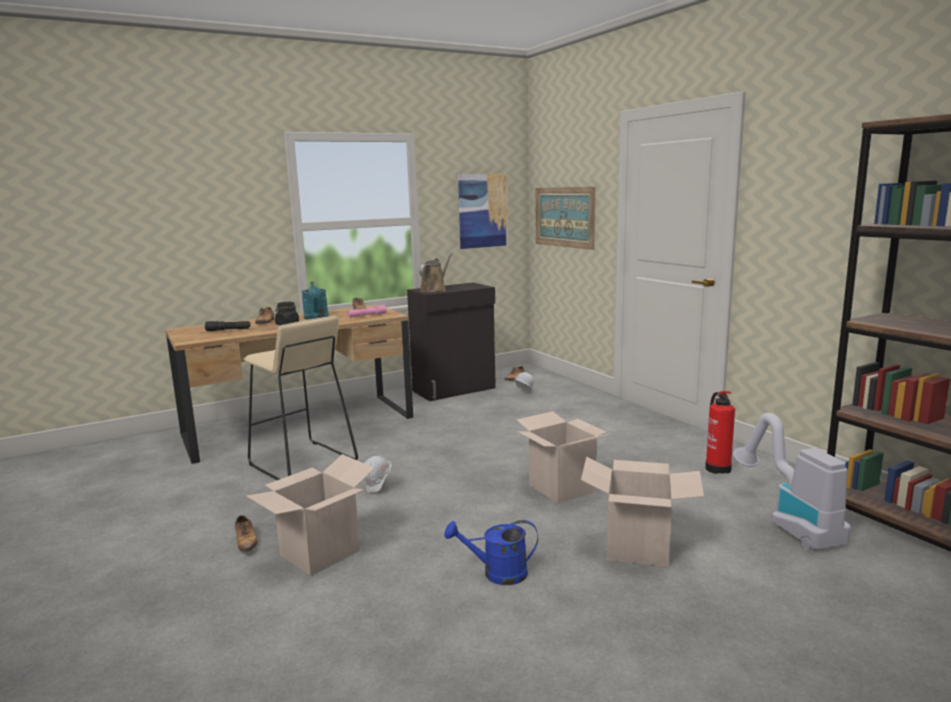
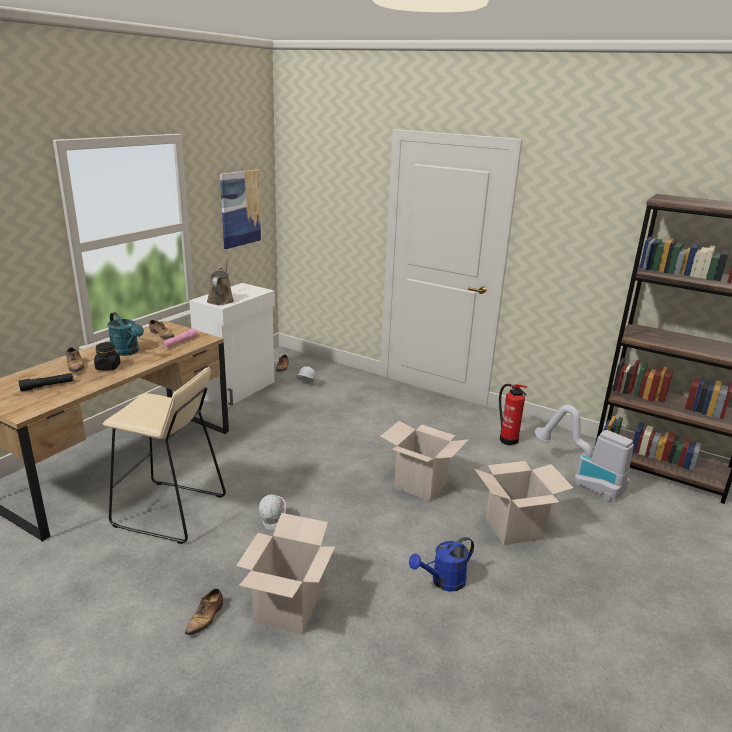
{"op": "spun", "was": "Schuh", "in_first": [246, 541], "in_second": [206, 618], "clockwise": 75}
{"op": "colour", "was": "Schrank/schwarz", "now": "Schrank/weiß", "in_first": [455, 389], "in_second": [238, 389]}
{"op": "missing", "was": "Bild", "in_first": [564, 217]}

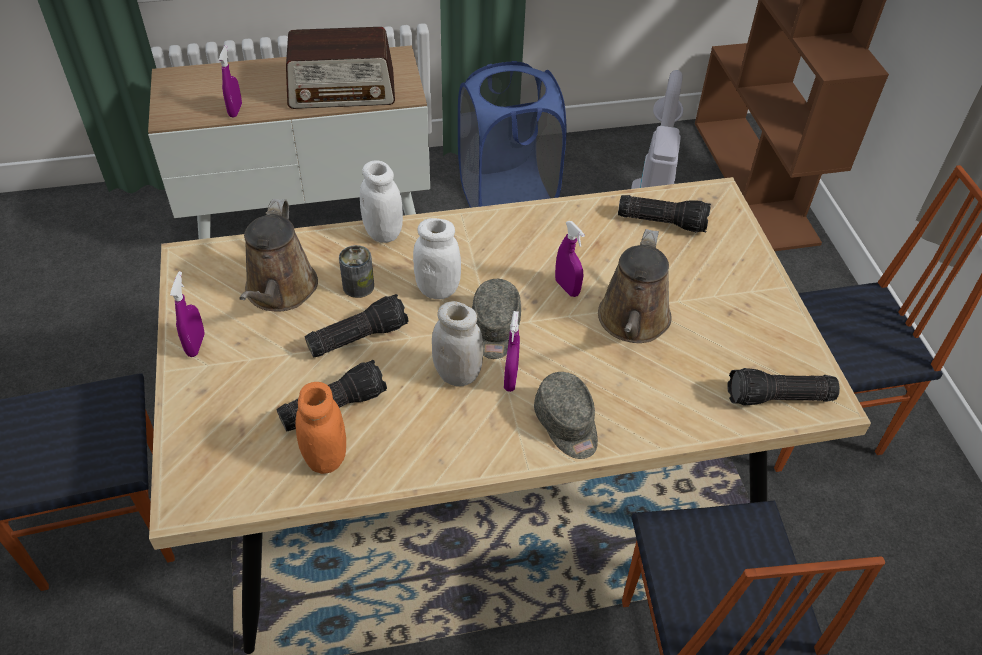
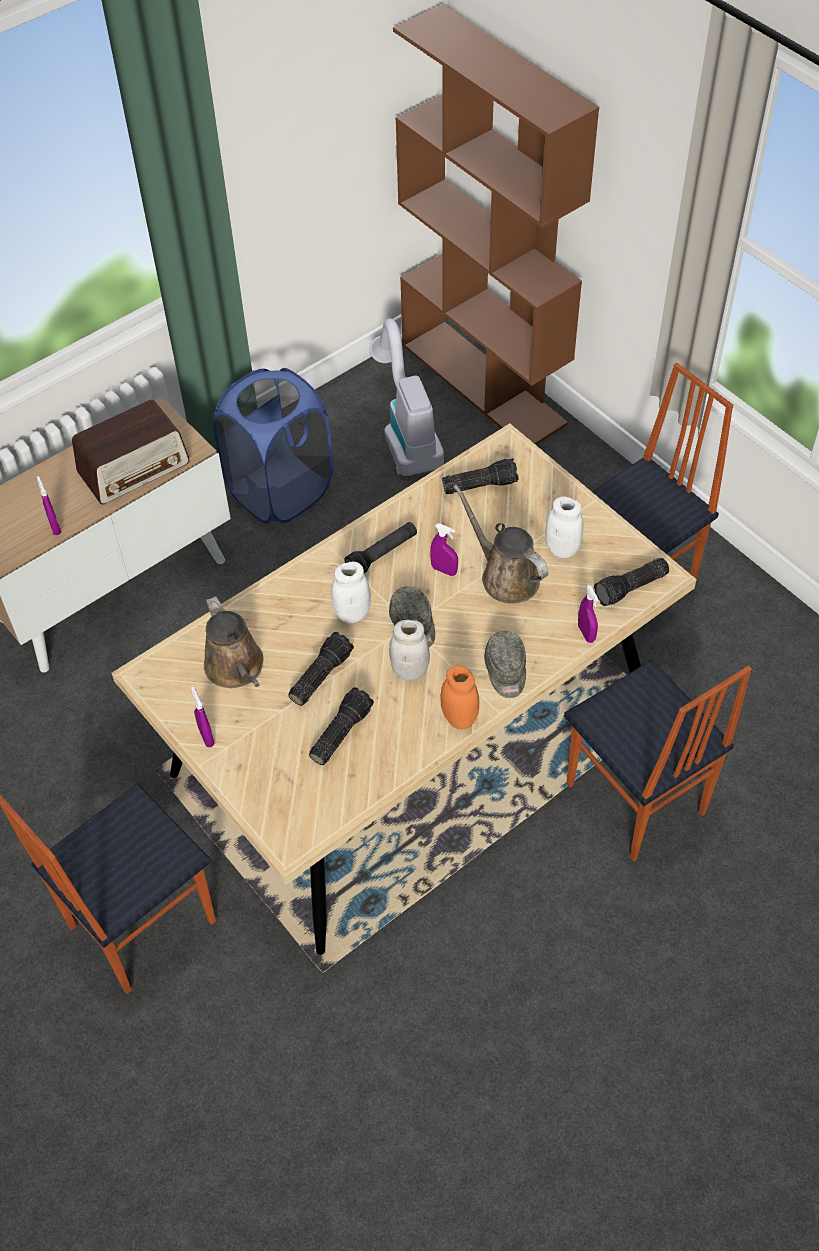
{"op": "relocated", "was": "Vorratsglas/orange", "in_first": [325, 457], "in_second": [459, 718]}
{"op": "missing", "was": "Dose", "in_first": [358, 286]}
{"op": "relocated", "was": "Vorratsglas/weiß", "in_first": [383, 233], "in_second": [562, 549]}
{"op": "relocated", "was": "Sprühflasche/lila", "in_first": [510, 379], "in_second": [586, 633]}
{"op": "spun", "was": "Kappe/grau", "in_first": [567, 425], "in_second": [506, 671], "clockwise": 45}
{"op": "spun", "was": "Gießkanne/braun", "in_first": [633, 322], "in_second": [505, 576], "clockwise": 150}
{"op": "appeared", "now": "Taschenlampe/schwarz", "in_second": [382, 554]}

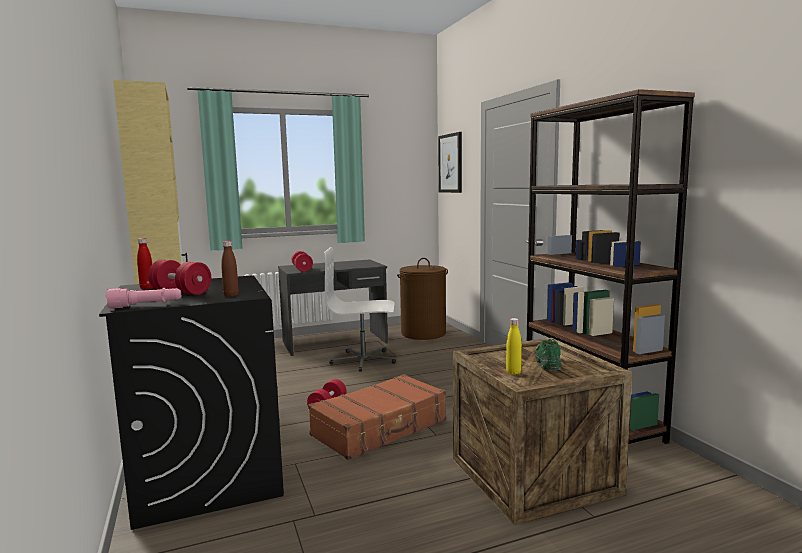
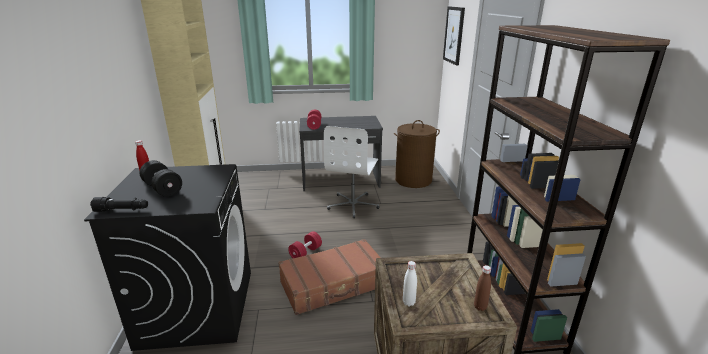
{"op": "colour", "was": "Taschenlampe/rosa", "now": "Taschenlampe/schwarz", "in_first": [146, 305], "in_second": [122, 210]}
{"op": "colour", "was": "Hantel/rot", "now": "Hantel/schwarz", "in_first": [181, 292], "in_second": [163, 189]}
{"op": "relocated", "was": "Flasche/braun", "in_first": [231, 295], "in_second": [480, 307]}
{"op": "spun", "was": "Bürostuhl/weiß", "in_first": [363, 360], "in_second": [353, 205], "clockwise": -90}
{"op": "colour", "was": "Flasche/gelb", "now": "Flasche/weiß", "in_first": [513, 372], "in_second": [408, 302]}
{"op": "missing", "was": "Schuh/grün", "in_first": [548, 363]}

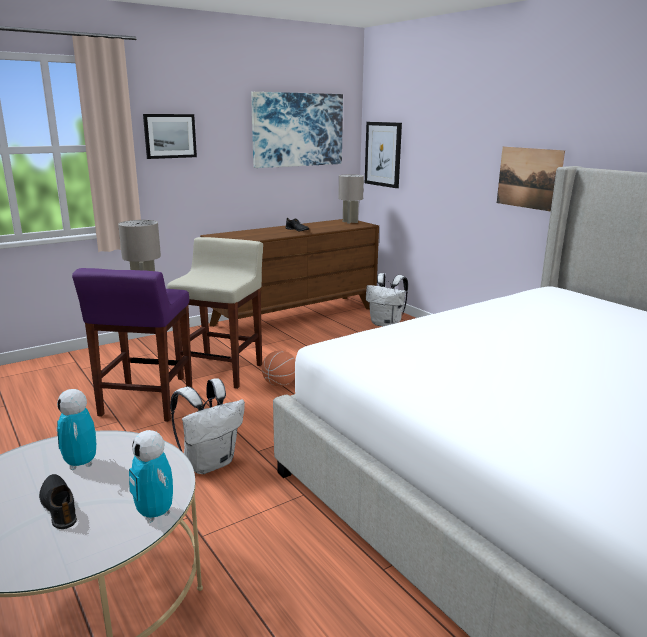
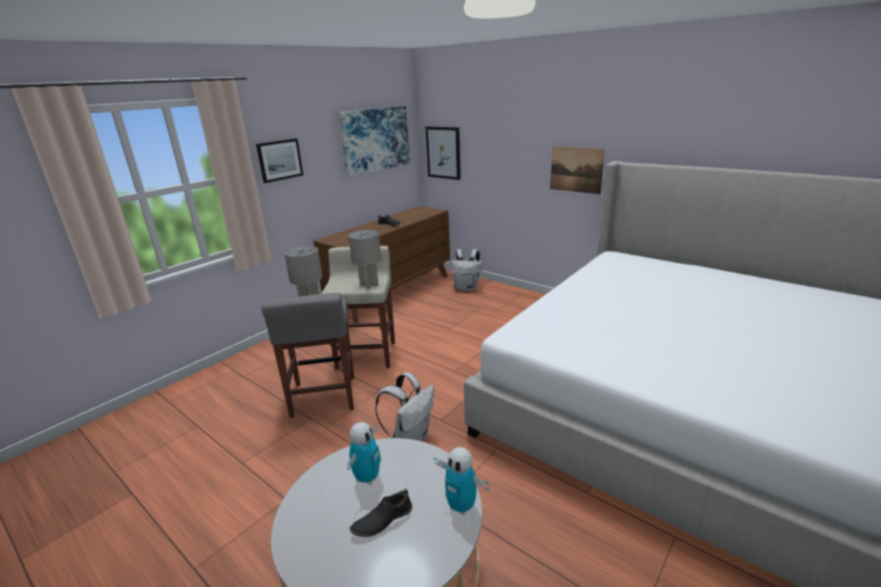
{"op": "spun", "was": "Schuh/schwarz", "in_first": [59, 505], "in_second": [382, 520], "clockwise": -75}
{"op": "spun", "was": "Spielzeugroboter", "in_first": [81, 463], "in_second": [367, 478], "clockwise": -120}
{"op": "colour", "was": "Hocker/lila", "now": "Hocker/grau", "in_first": [146, 404], "in_second": [323, 397]}
{"op": "missing", "was": "Basketball", "in_first": [280, 384]}
{"op": "relocated", "was": "Tischlampe/grau", "in_first": [350, 222], "in_second": [369, 285]}

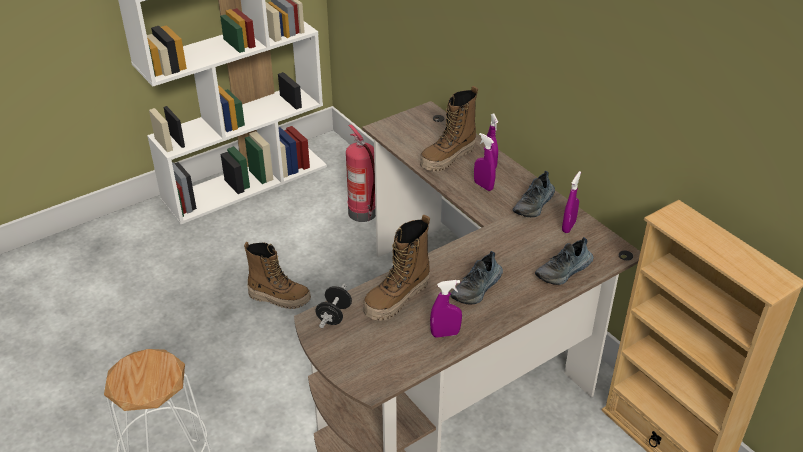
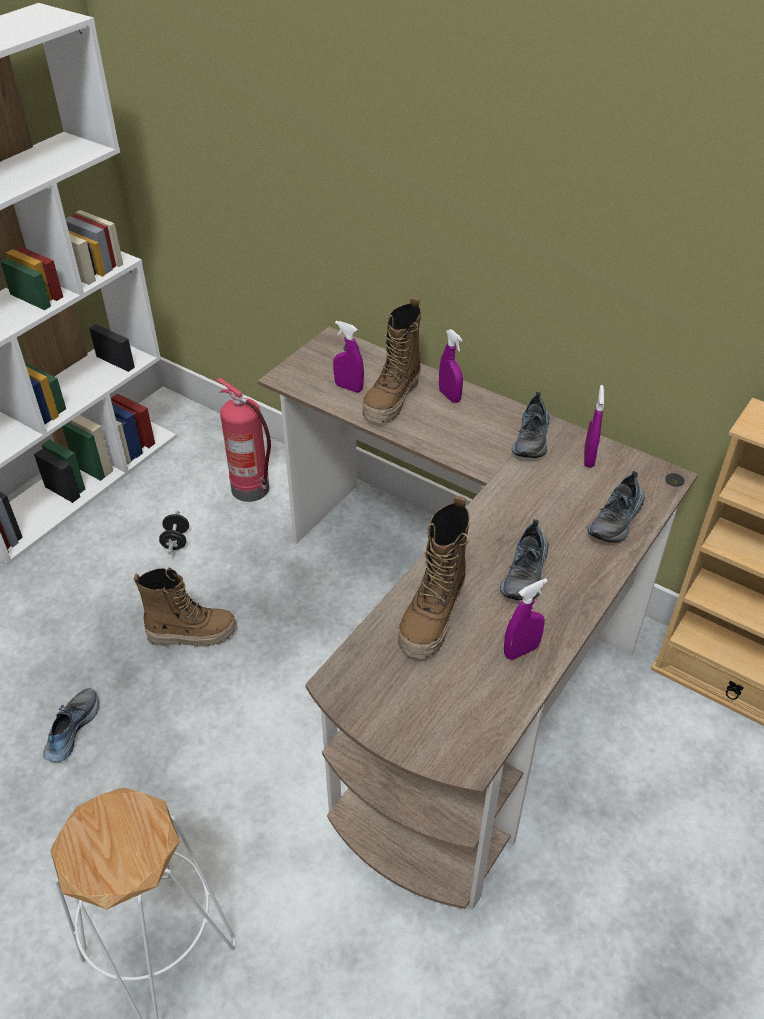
{"op": "relocated", "was": "Hantel/schwarz", "in_first": [334, 315], "in_second": [176, 541]}
{"op": "relocated", "was": "Sprühflasche/lila", "in_first": [483, 186], "in_second": [349, 388]}
{"op": "appeared", "now": "Schuh", "in_second": [71, 729]}

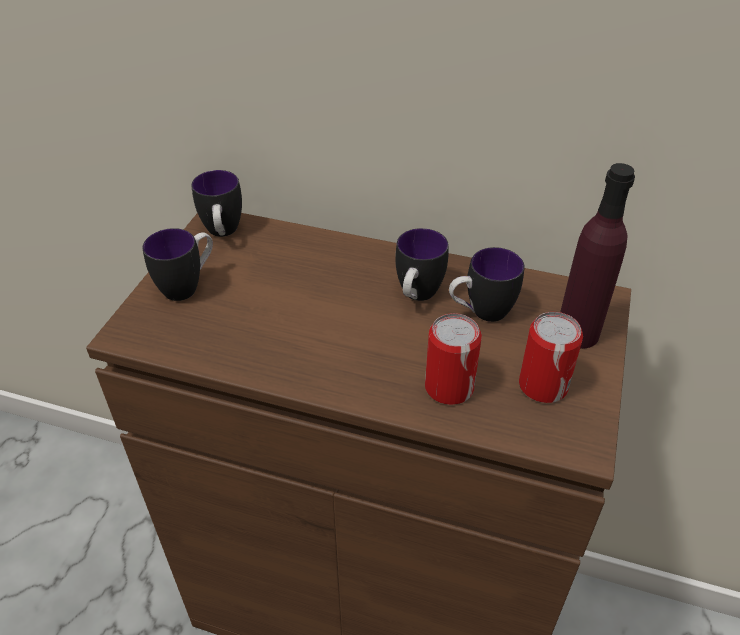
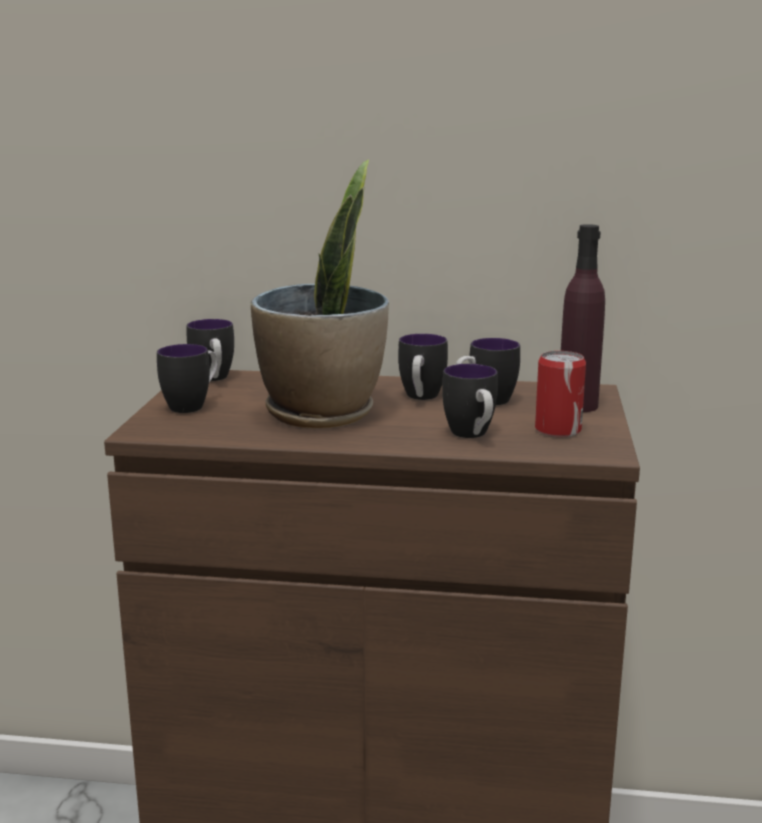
{"op": "exchanged", "was": "Dose", "now": "Henkelbecher", "in_first": [449, 387], "in_second": [472, 436]}
{"op": "appeared", "now": "Topfpflanze", "in_second": [322, 413]}

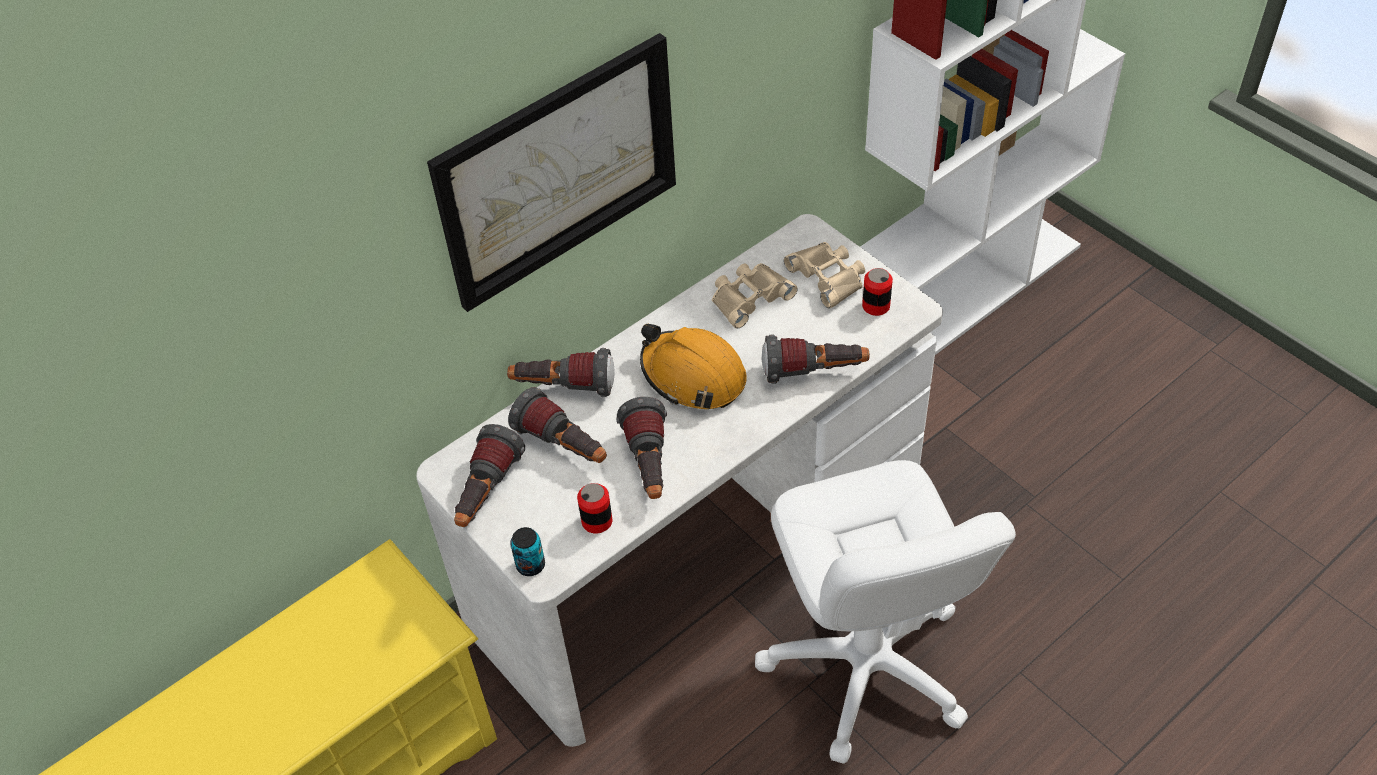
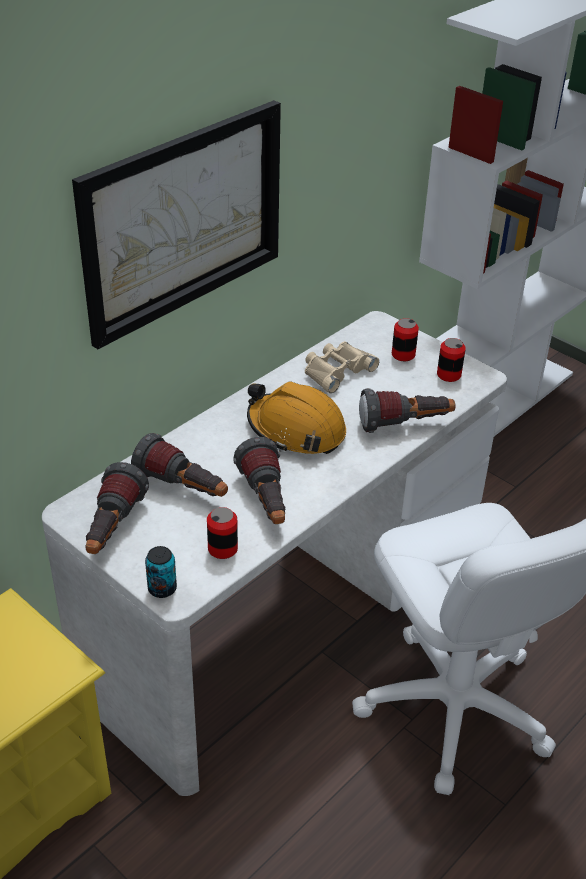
{"op": "missing", "was": "Taschenlampe", "in_first": [563, 388]}
{"op": "exchanged", "was": "Fernglas/beige", "now": "Dose", "in_first": [828, 277], "in_second": [403, 355]}

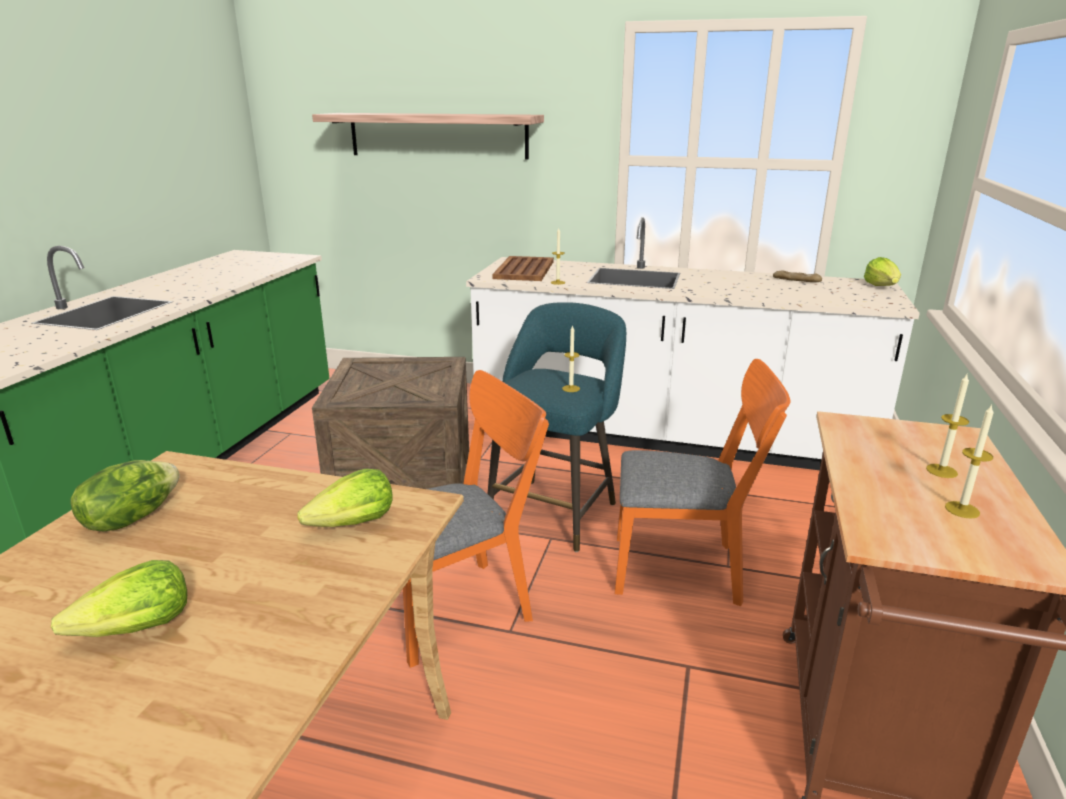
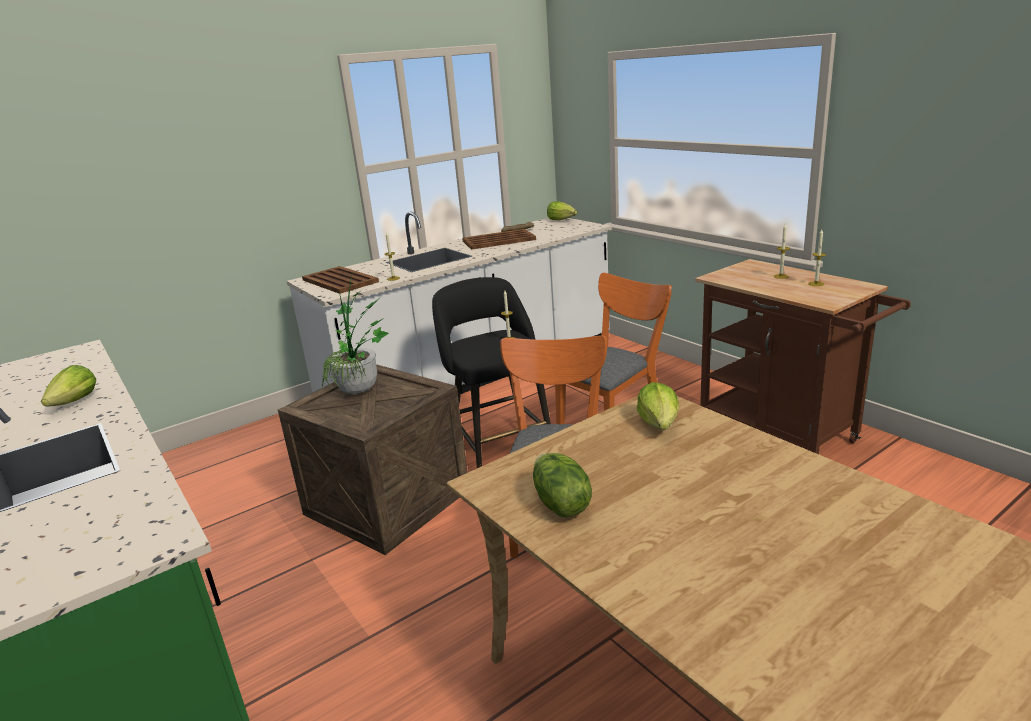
{"op": "relocated", "was": "Salatkopf", "in_first": [136, 629], "in_second": [75, 402]}
{"op": "missing", "was": "Wandregal", "in_first": [437, 135]}
{"op": "colour", "was": "Hocker/türkis", "now": "Hocker/schwarz", "in_first": [555, 510], "in_second": [499, 446]}
{"op": "appeared", "now": "Topfpflanze", "in_second": [361, 393]}
{"op": "appeared", "now": "Tablett/braun", "in_second": [499, 240]}

